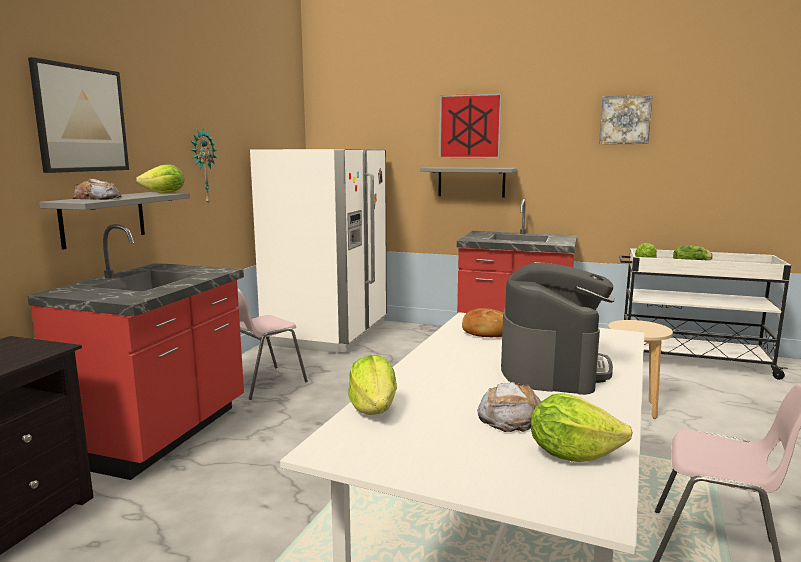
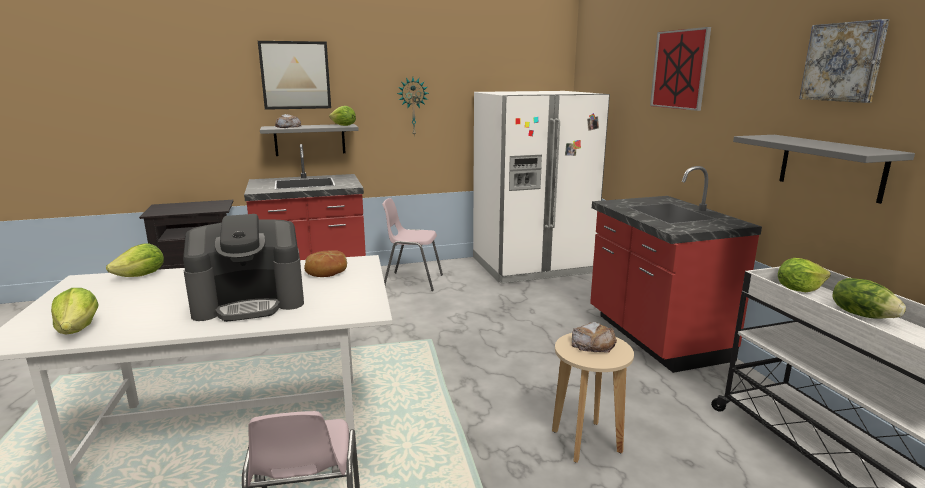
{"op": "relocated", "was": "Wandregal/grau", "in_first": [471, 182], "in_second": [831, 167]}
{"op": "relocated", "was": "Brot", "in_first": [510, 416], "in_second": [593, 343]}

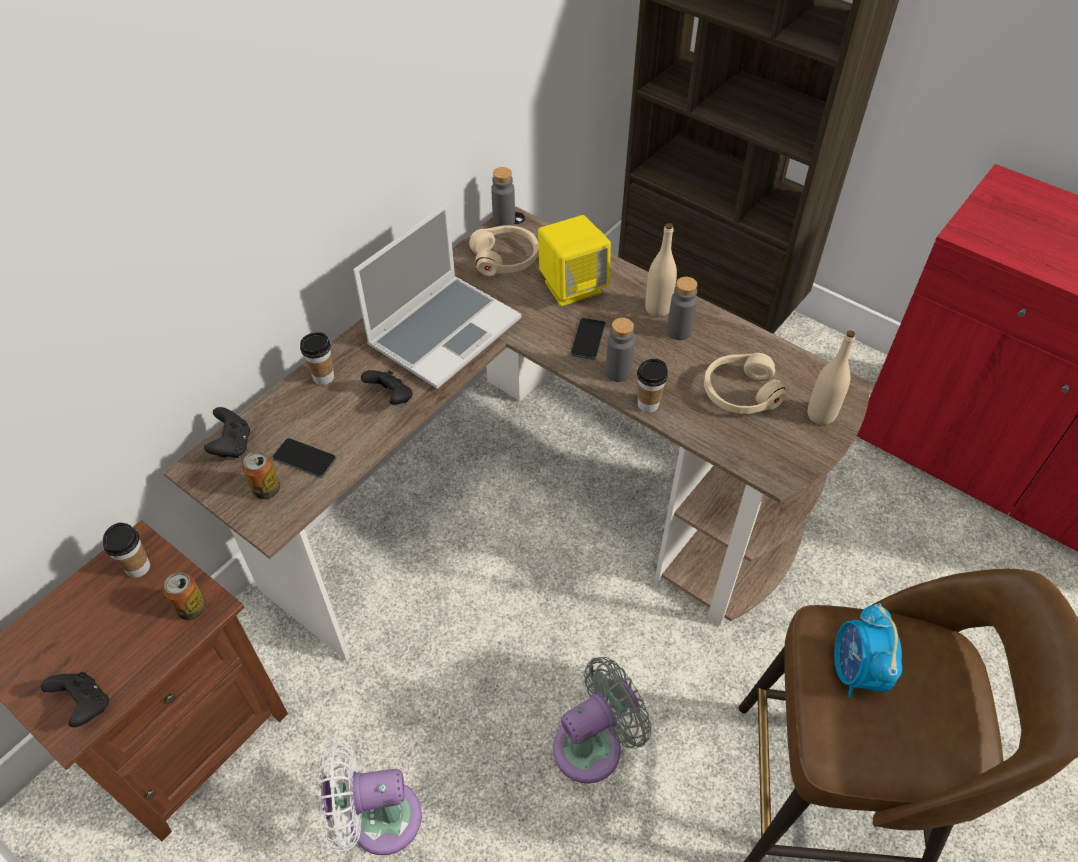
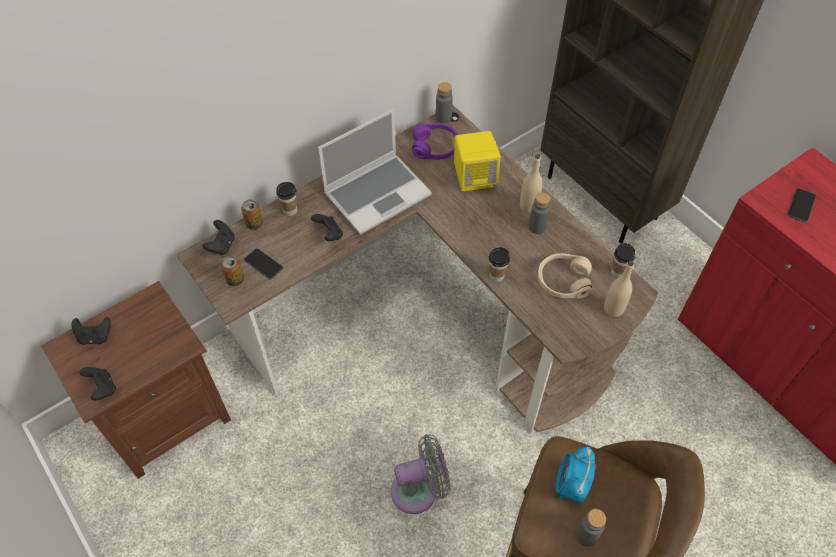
{"op": "relocated", "was": "Tasse", "in_first": [138, 567], "in_second": [618, 272]}
{"op": "relocated", "was": "Dose", "in_first": [192, 608], "in_second": [254, 224]}
{"op": "missing", "was": "Ventilator/weiß", "in_first": [377, 819]}
{"op": "colour", "was": "Kopfhörer/beige", "now": "Kopfhörer/lila", "in_first": [505, 258], "in_second": [435, 147]}
{"op": "relocated", "was": "Handy", "in_first": [588, 339], "in_second": [801, 205]}
{"op": "relocated", "was": "Flasche/grau", "in_first": [618, 372], "in_second": [586, 535]}
{"op": "appeared", "now": "Gamepad/schwarz", "in_second": [95, 337]}

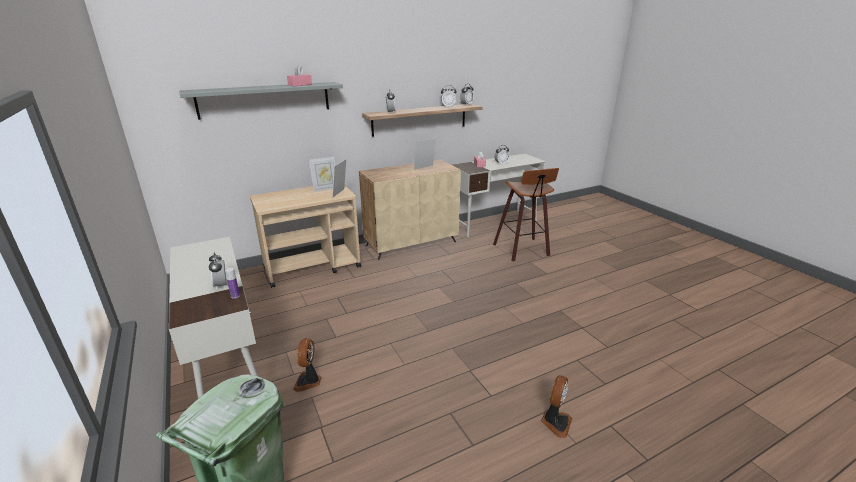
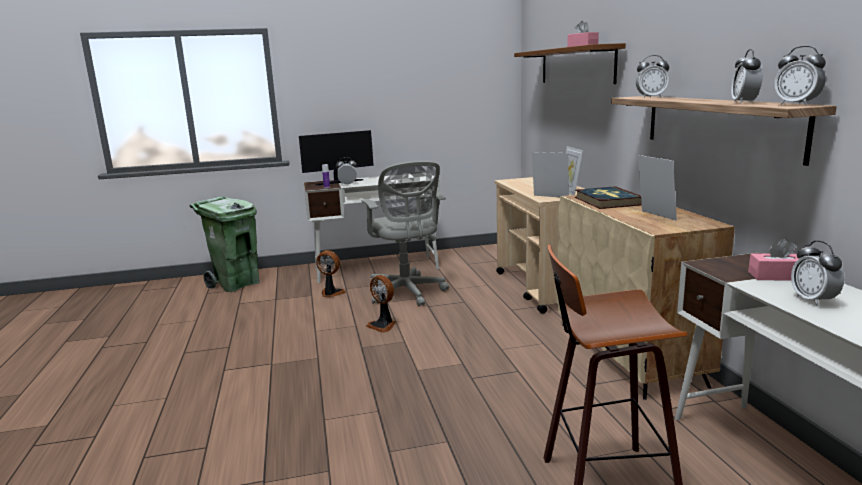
{"op": "colour", "was": "Wandregal/grau", "now": "Wandregal/braun", "in_first": [265, 100], "in_second": [576, 65]}
{"op": "relocated", "was": "Ventilator", "in_first": [555, 422], "in_second": [383, 325]}
{"op": "appeared", "now": "Monitor", "in_second": [339, 182]}
{"op": "appeared", "now": "Bürostuhl/grau", "in_second": [407, 293]}
{"op": "appeared", "now": "Buch", "in_second": [608, 201]}

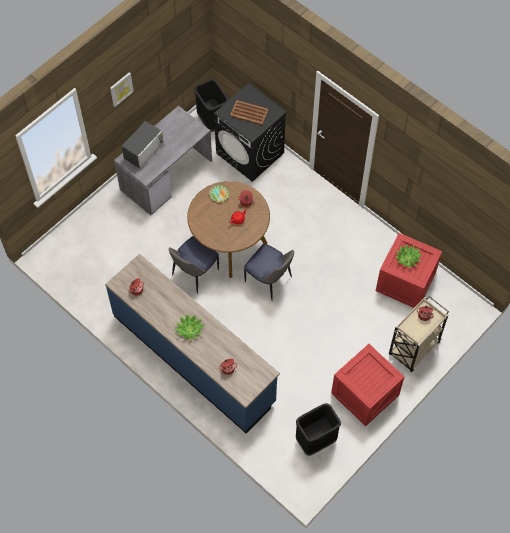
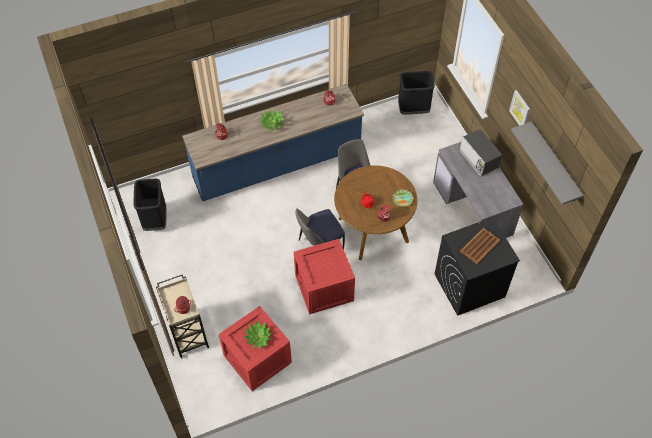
{"op": "relocated", "was": "Mülleimer/schwarz", "in_first": [213, 121], "in_second": [413, 110]}
{"op": "relocated", "was": "Kiste", "in_first": [365, 393], "in_second": [325, 288]}
{"op": "appeared", "now": "Wandregal/grau", "in_second": [554, 163]}

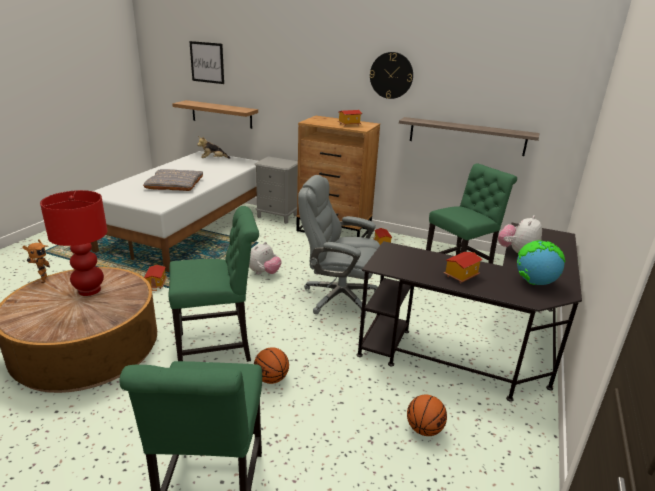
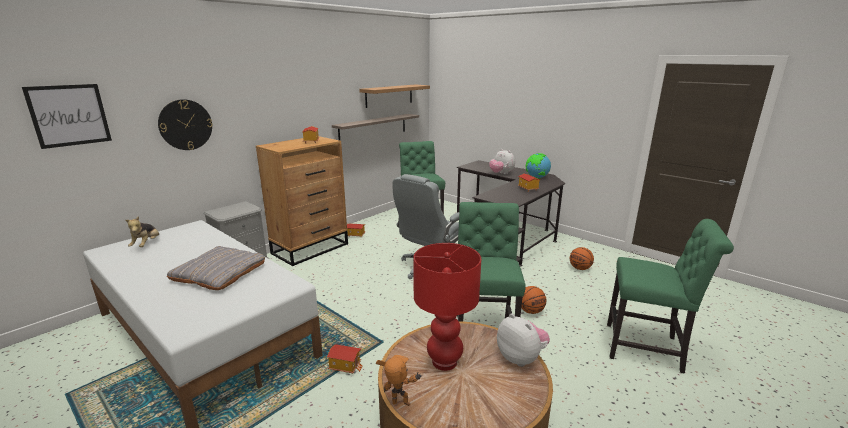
{"op": "relocated", "was": "Wandregal", "in_first": [221, 114], "in_second": [389, 95]}
{"op": "relocated", "was": "Plüschtier", "in_first": [264, 273], "in_second": [521, 358]}
{"op": "relocated", "was": "Wanduhr", "in_first": [391, 75], "in_second": [185, 125]}

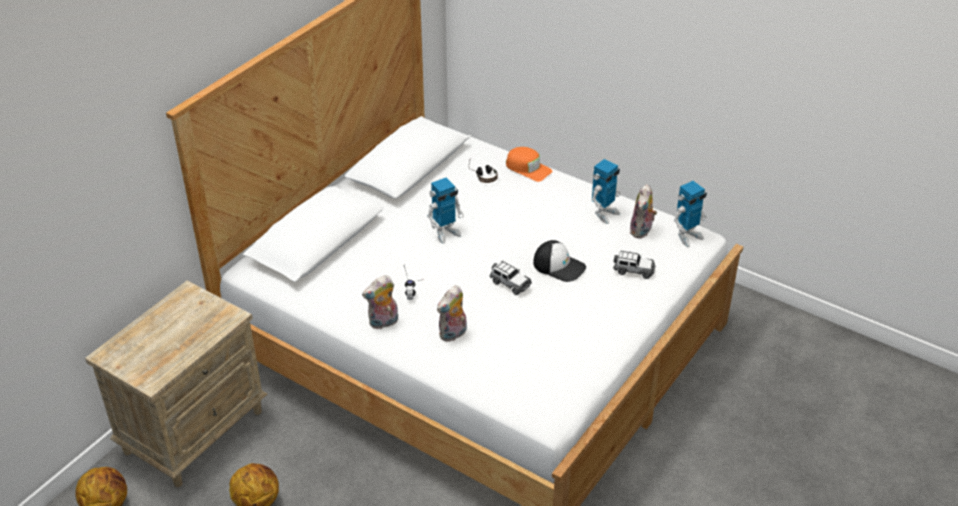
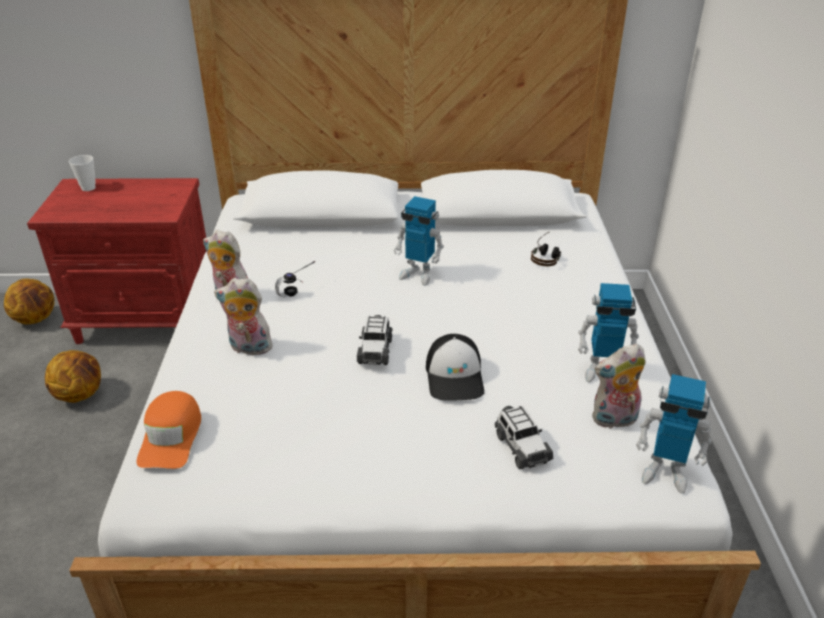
{"op": "colour", "was": "Nachttisch/beige", "now": "Nachttisch/rot", "in_first": [194, 430], "in_second": [148, 319]}
{"op": "relocated", "was": "Kappe/orange", "in_first": [528, 168], "in_second": [171, 437]}
{"op": "appeared", "now": "Tasse", "in_second": [88, 188]}

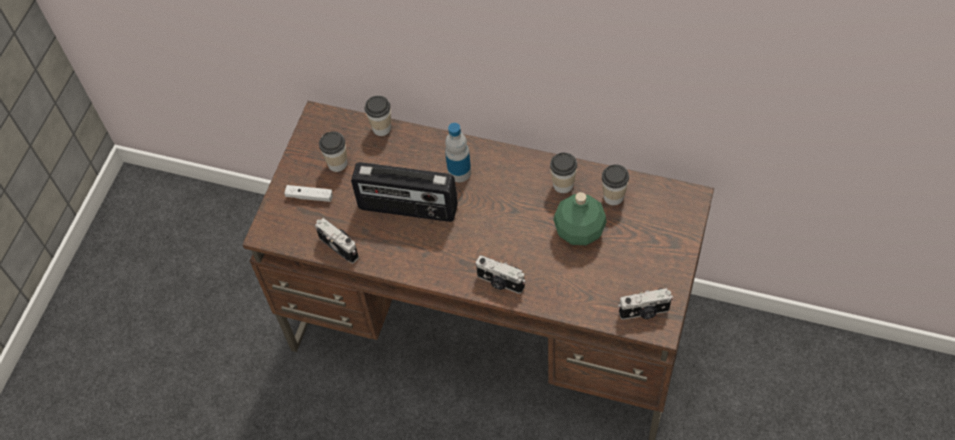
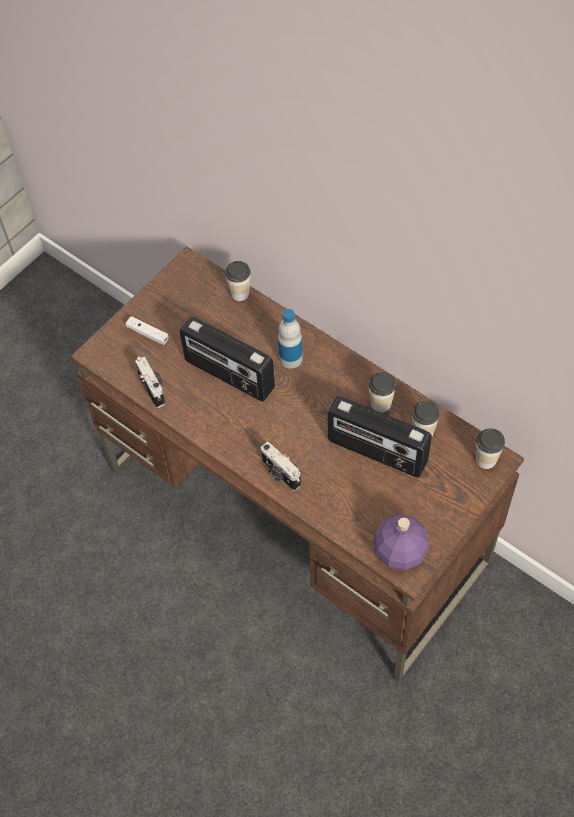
{"op": "relocated", "was": "Tasse", "in_first": [337, 163], "in_second": [486, 460]}
{"op": "exchanged", "was": "Flasche/grün", "now": "Radio", "in_first": [580, 230], "in_second": [376, 452]}
{"op": "exchanged", "was": "Kamera", "now": "Flasche/lila", "in_first": [644, 312], "in_second": [401, 552]}

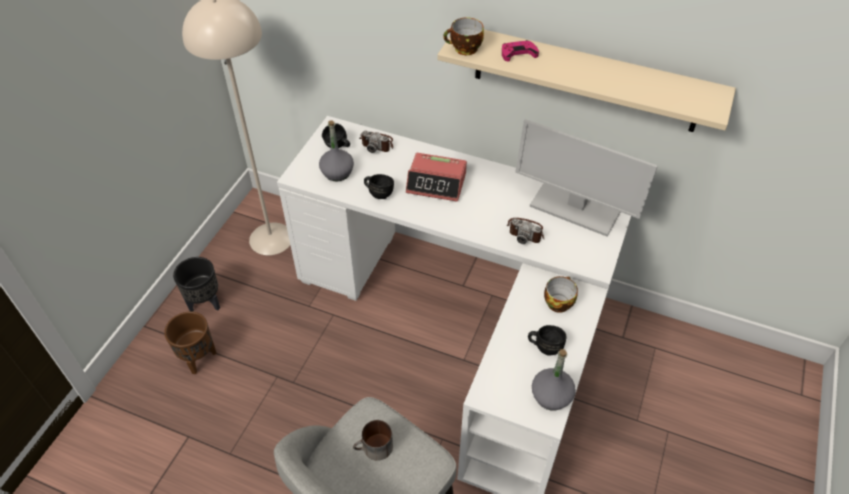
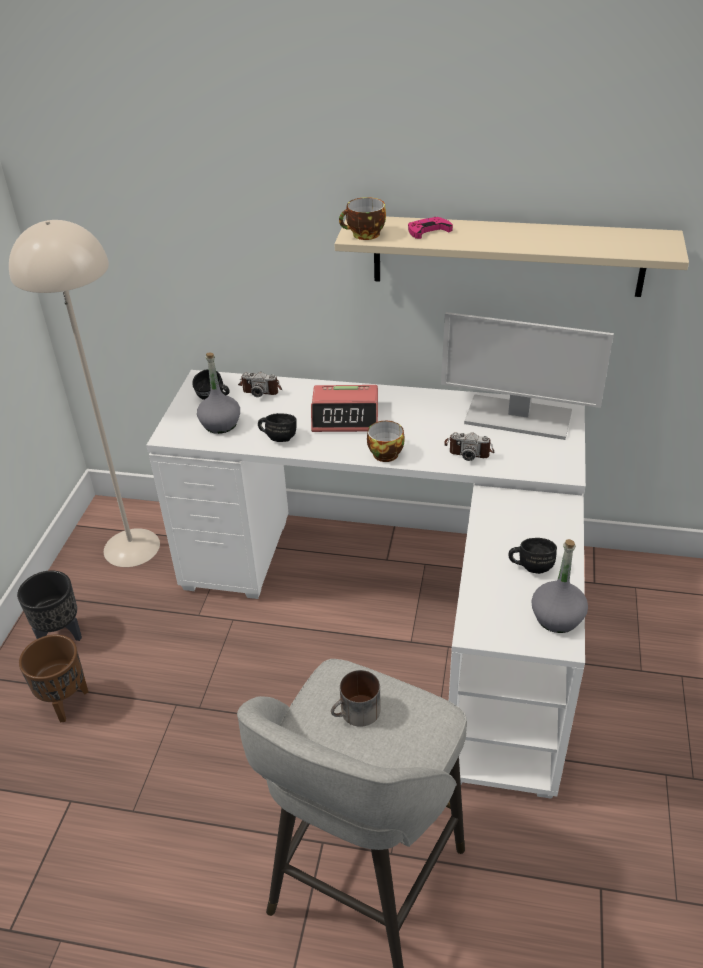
{"op": "relocated", "was": "Tasse", "in_first": [558, 302], "in_second": [385, 453]}

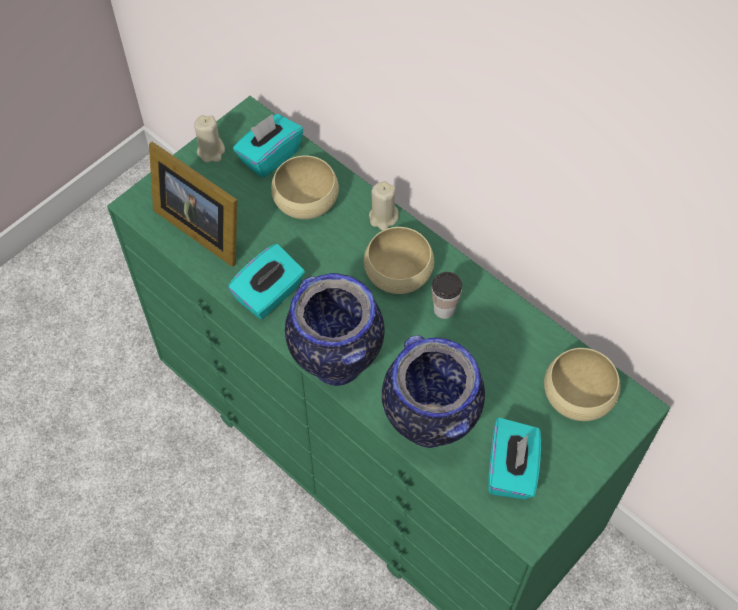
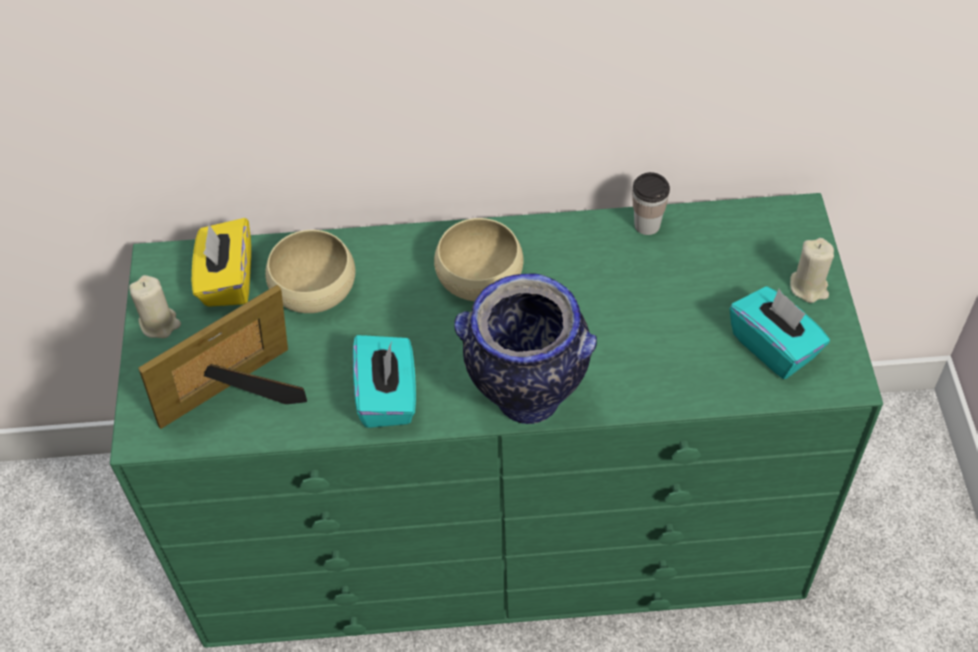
{"op": "spun", "was": "Bilderrahmen", "in_first": [201, 226], "in_second": [238, 396], "clockwise": 150}
{"op": "colour", "was": "Taschentuchbox/türkis", "now": "Taschentuchbox/gelb", "in_first": [269, 156], "in_second": [227, 280]}
{"op": "relocated", "was": "Kerze/beige", "in_first": [383, 217], "in_second": [809, 287]}
{"op": "missing", "was": "Vase", "in_first": [430, 427]}
{"op": "relocated", "was": "Tasse", "in_first": [444, 309], "in_second": [647, 225]}
{"op": "missing", "was": "Schüssel/beige", "in_first": [578, 395]}

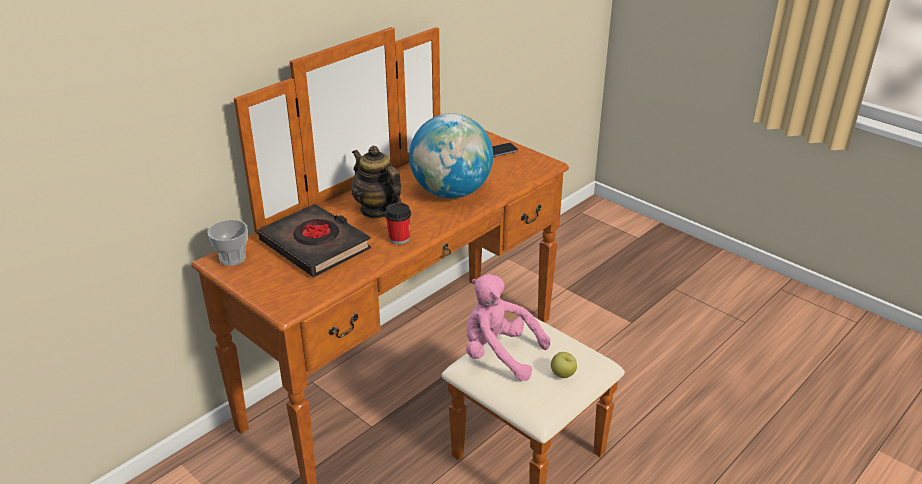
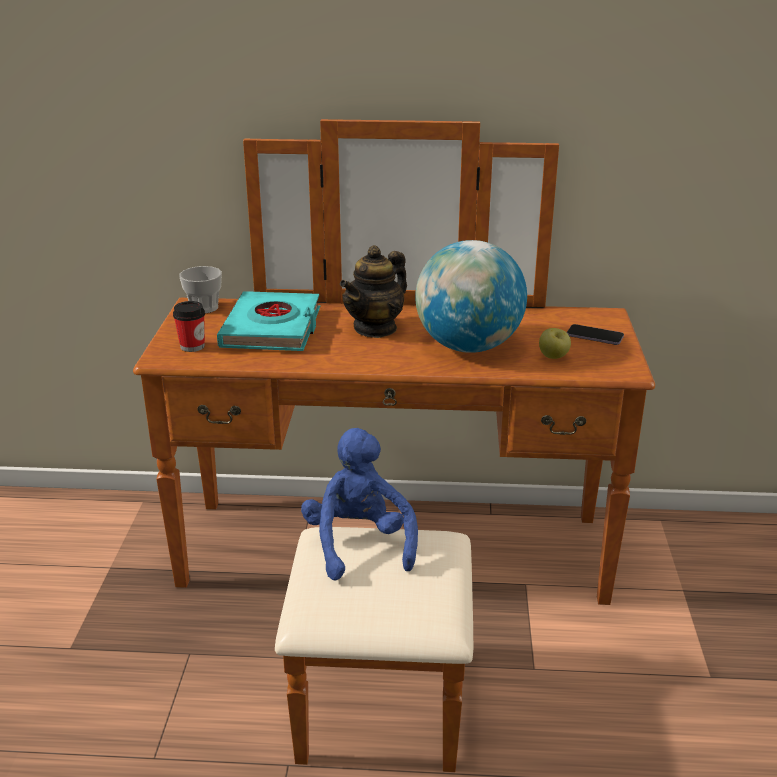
{"op": "colour", "was": "Buch/schwarz", "now": "Buch/türkis", "in_first": [315, 246], "in_second": [272, 329]}
{"op": "spun", "was": "Teekanne", "in_first": [377, 209], "in_second": [375, 328], "clockwise": -150}
{"op": "relocated", "was": "Tasse", "in_first": [399, 239], "in_second": [192, 346]}
{"op": "colour", "was": "Plüschtier/rosa", "now": "Plüschtier/blau", "in_first": [499, 354], "in_second": [359, 544]}
{"op": "relocated", "was": "Apfel", "in_first": [563, 374], "in_second": [553, 357]}

